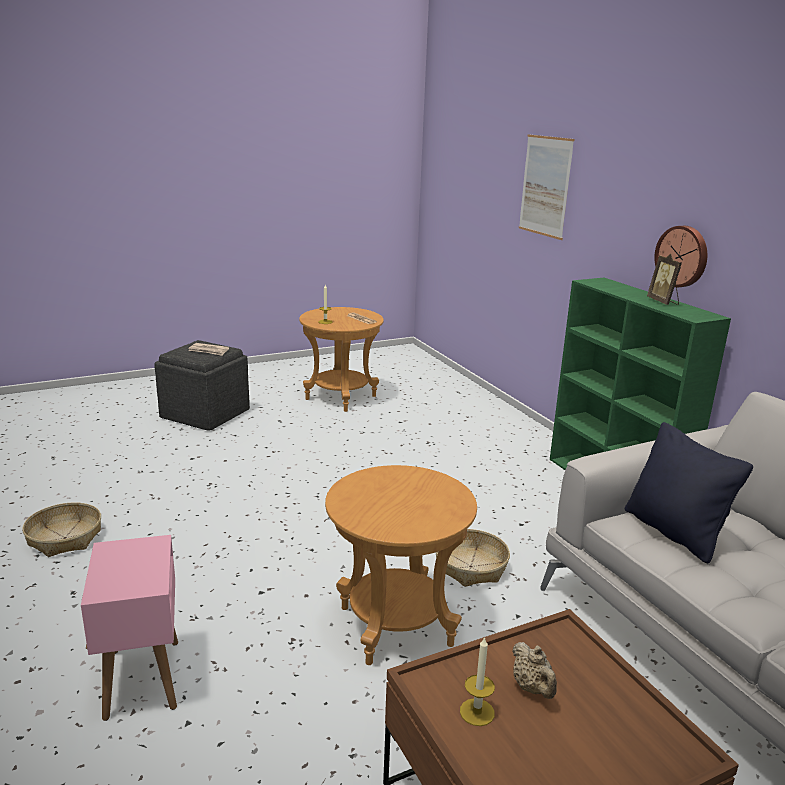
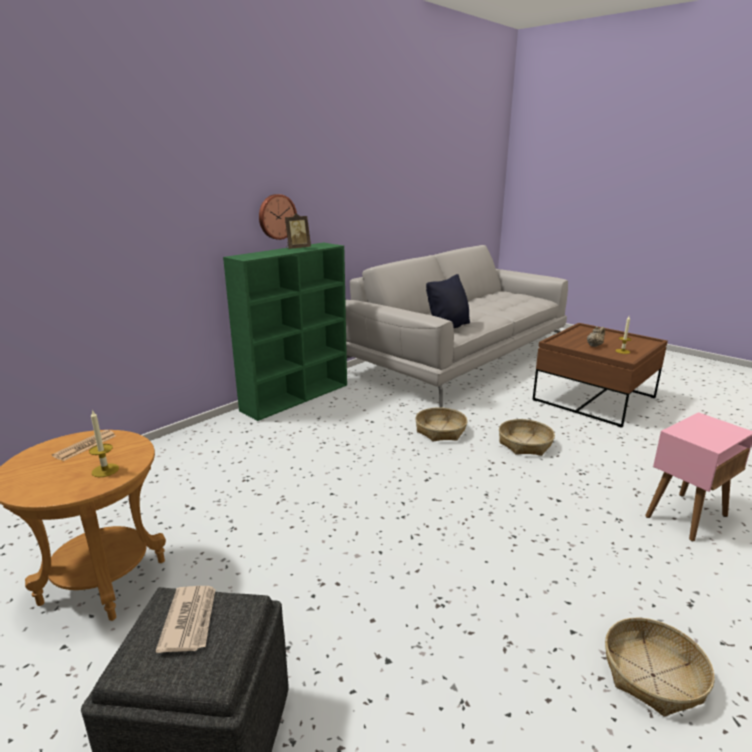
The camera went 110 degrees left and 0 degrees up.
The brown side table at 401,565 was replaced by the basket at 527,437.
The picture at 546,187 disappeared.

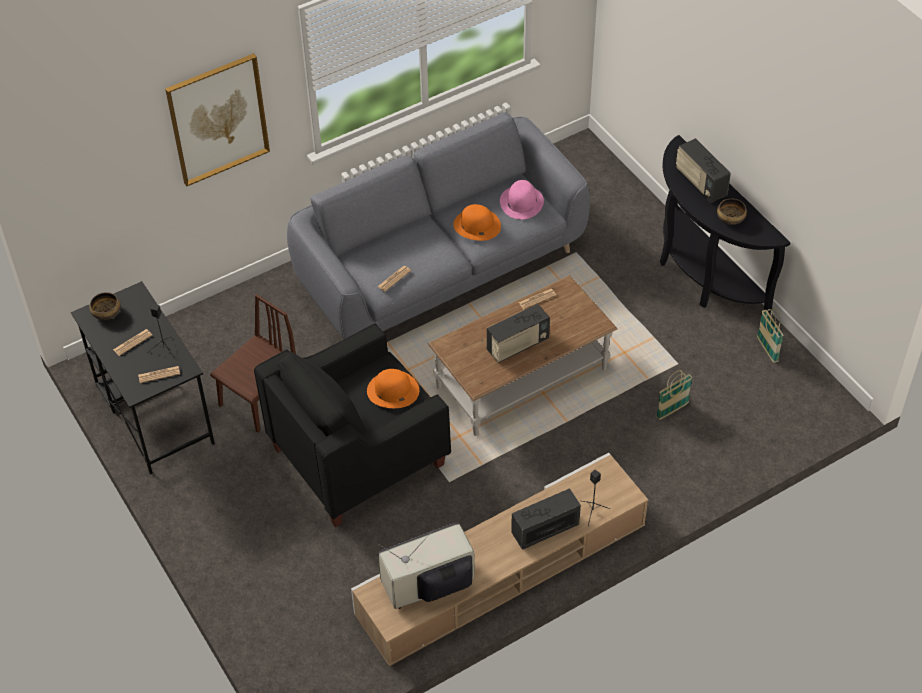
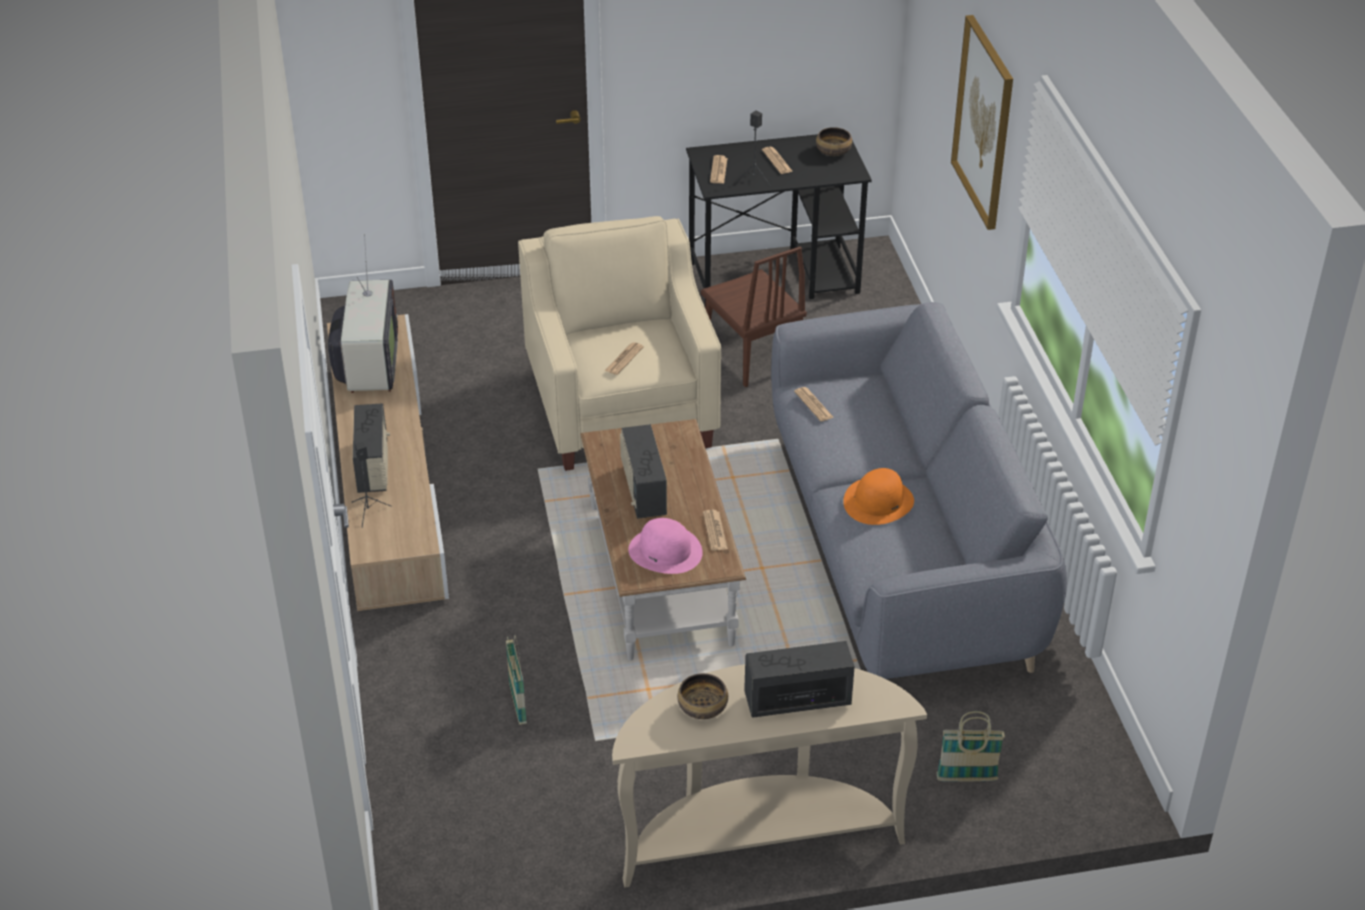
The camera went 110 degrees right and 10 degrees down.
The black armchair at 352,425 became the beige armchair at 619,343.
The orange hat at 393,388 was replaced by the newspaper at 624,358.
The pink hat moved from 522,199 to 665,546.
The black console table at 725,225 became the beige console table at 769,775.
The basket moved from 770,335 to 971,746.

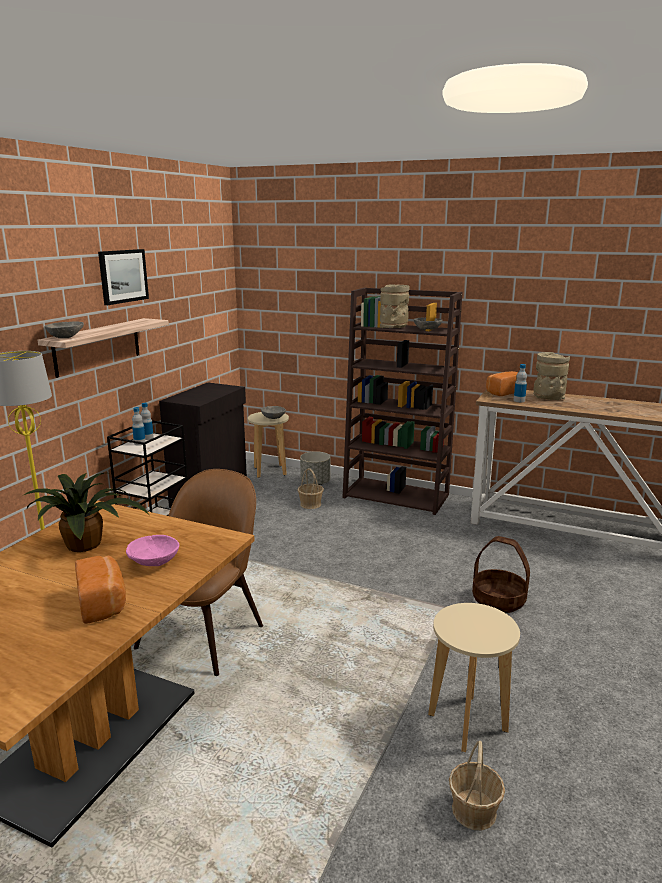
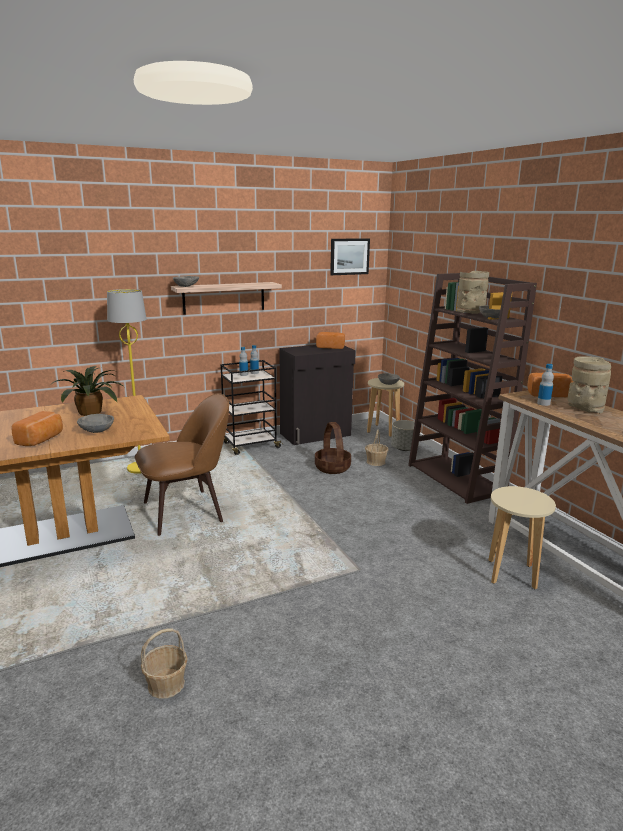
The camera went 40 degrees right and 0 degrees up.
The picture moved from 123,277 to 350,256.
The pink bowl at 152,550 became the grey bowl at 95,423.
The beige stool moved from 474,677 to 522,537.
The basket moved from 501,574 to 333,448.
The bread at 330,340 appeared.

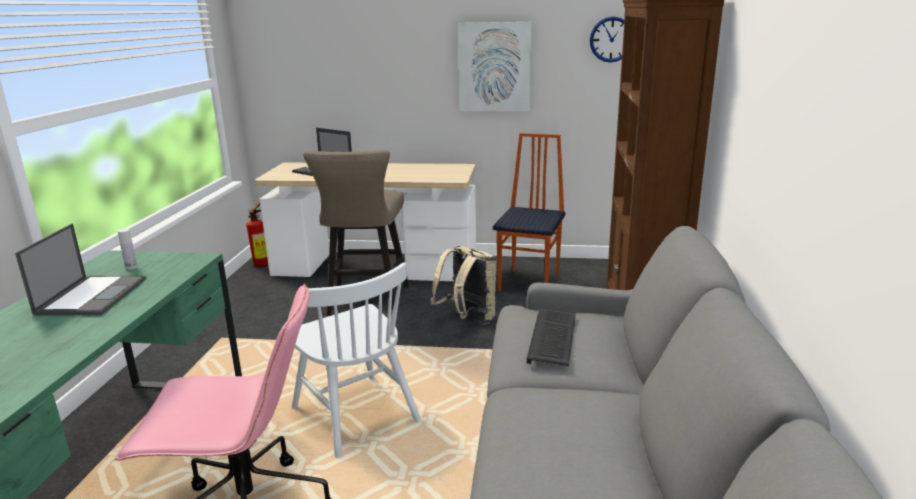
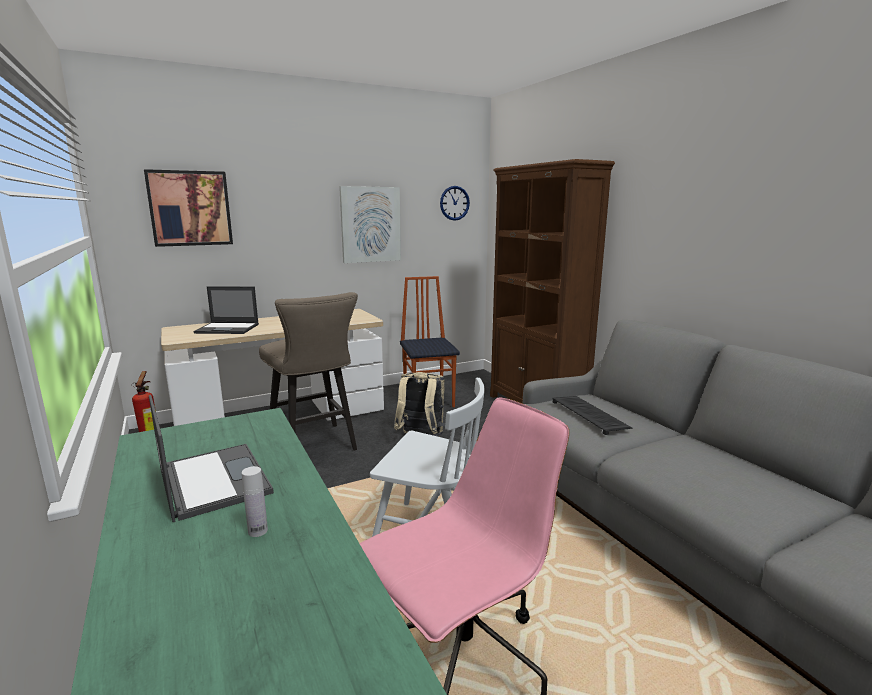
The camera went 35 degrees left and 5 degrees down.
The white bottle moved from 128,249 to 255,501.
The picture at 188,208 appeared.

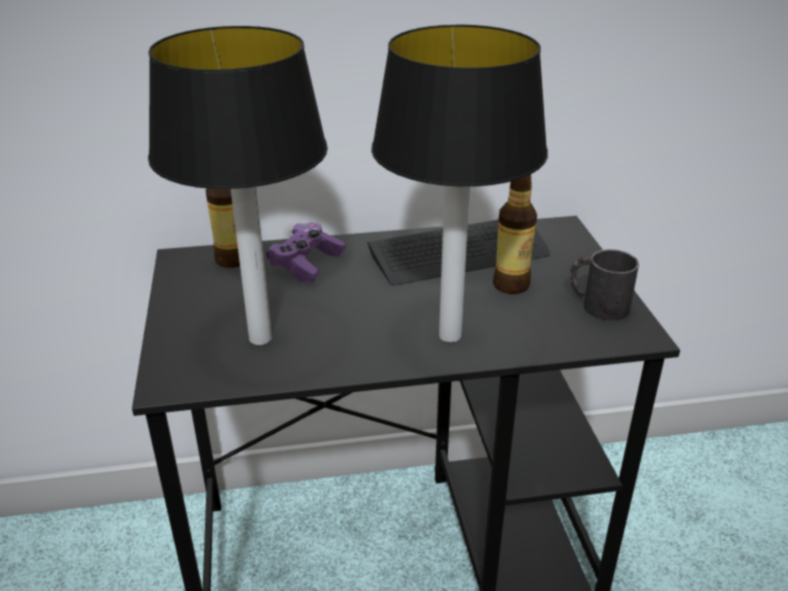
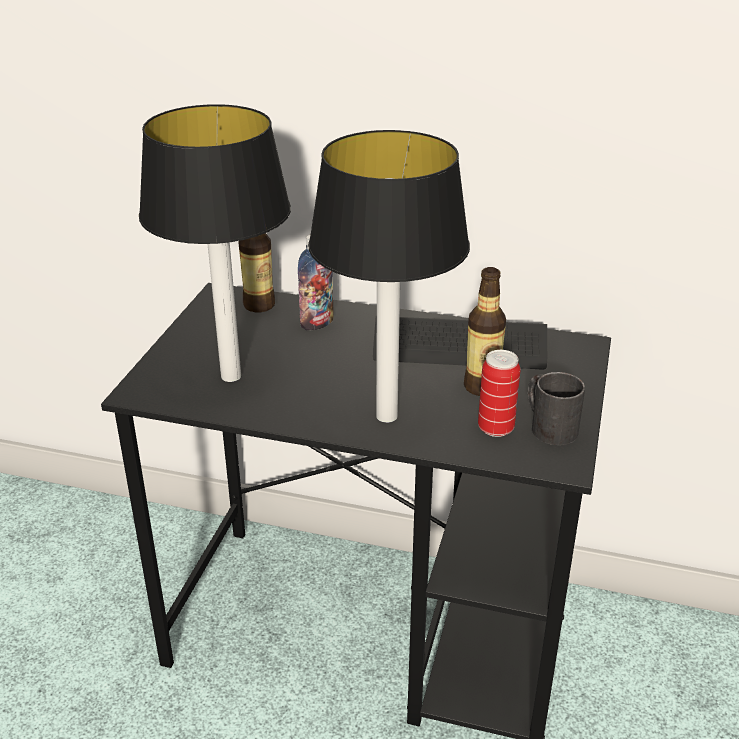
The camera went 25 degrees right and 0 degrees up.
The purple game controller at 306,253 was replaced by the bottle at 315,282.
The can at 499,393 appeared.

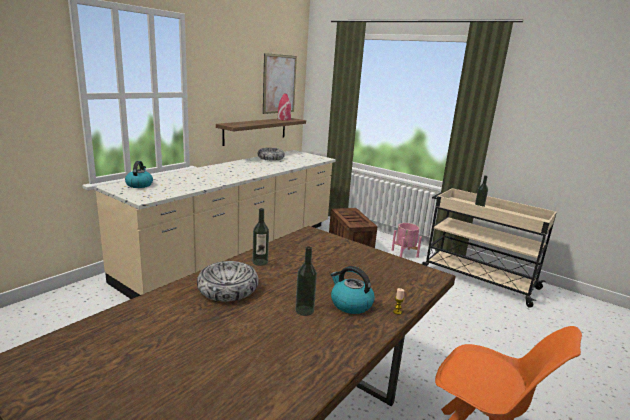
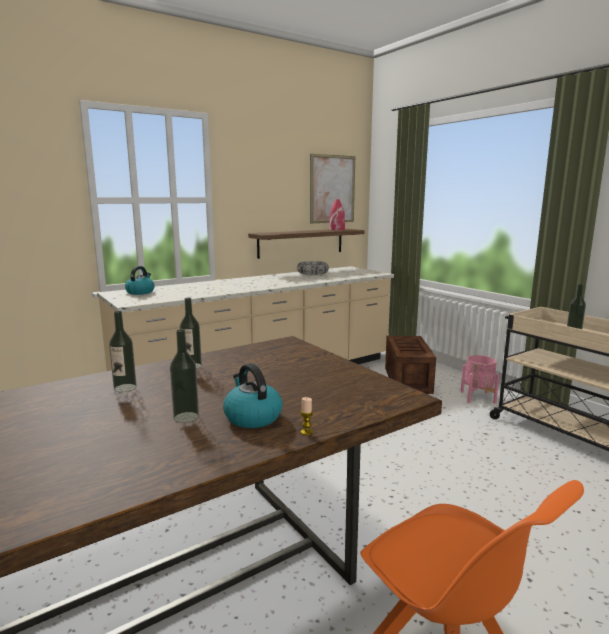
The camera went 20 degrees right and 5 degrees down.
The bowl at 228,281 was replaced by the bottle at 123,351.

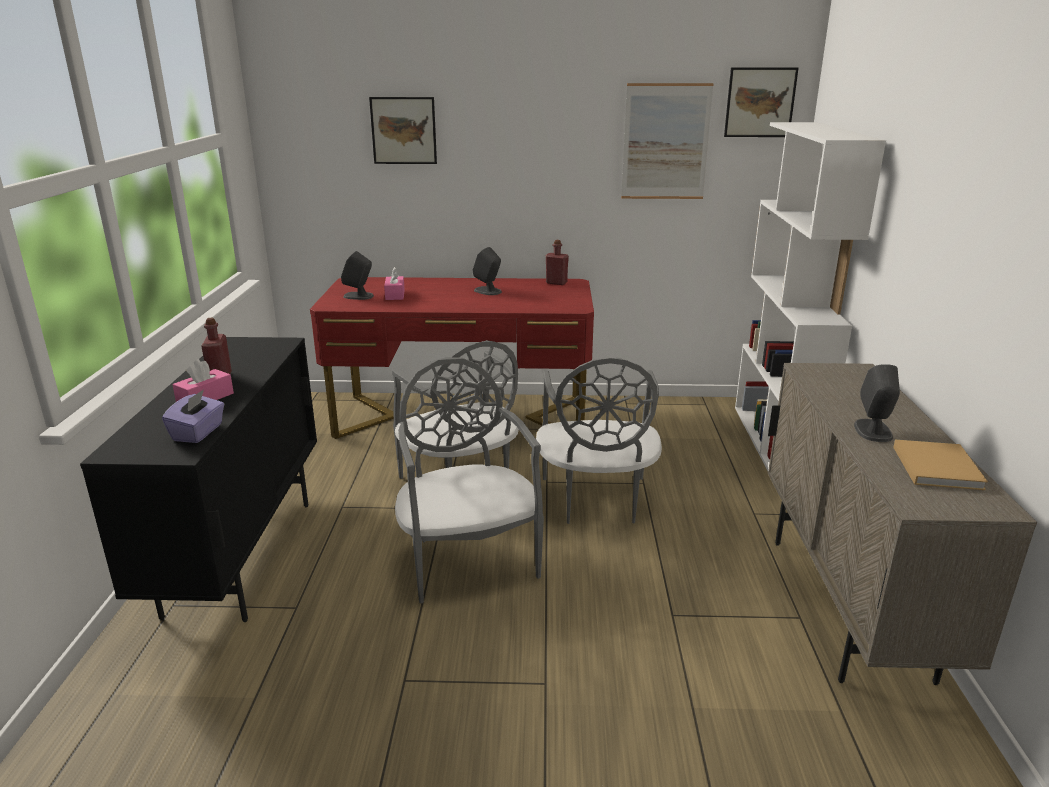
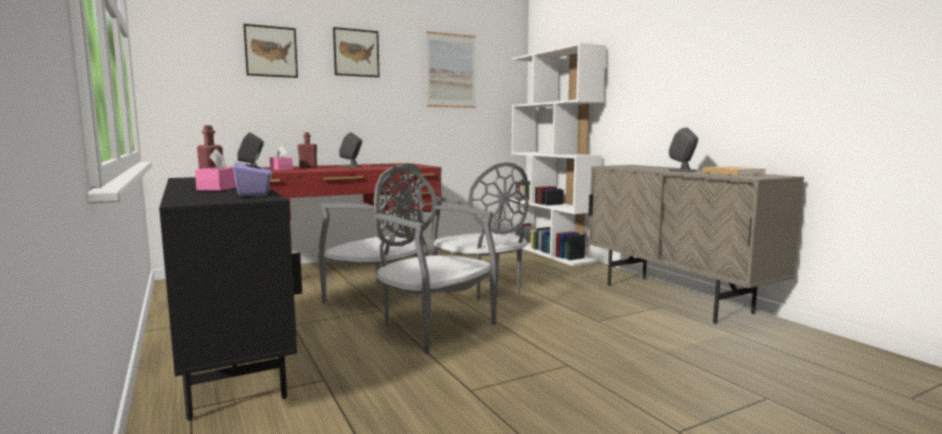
The camera went 30 degrees left and 15 degrees down.
The red bottle moved from 557,262 to 307,150.
The picture moved from 761,102 to 356,52.

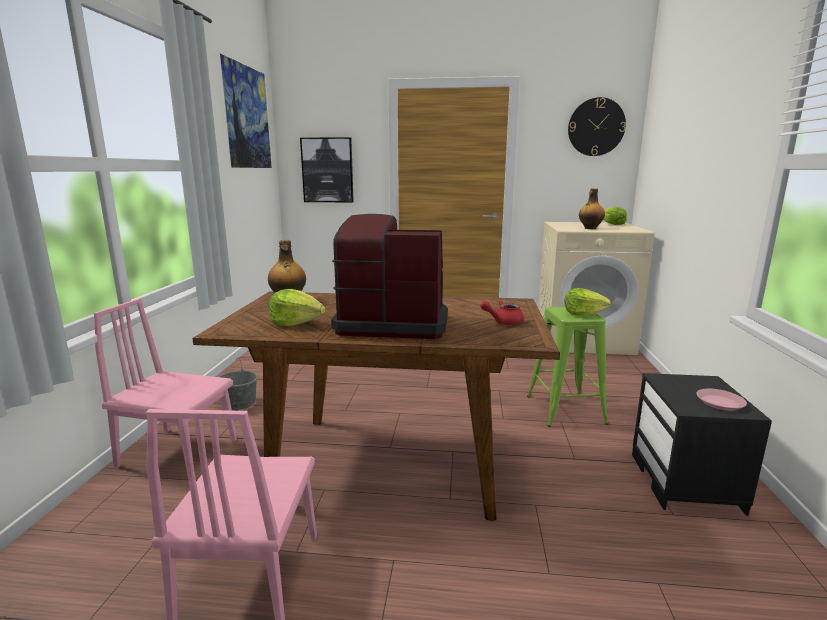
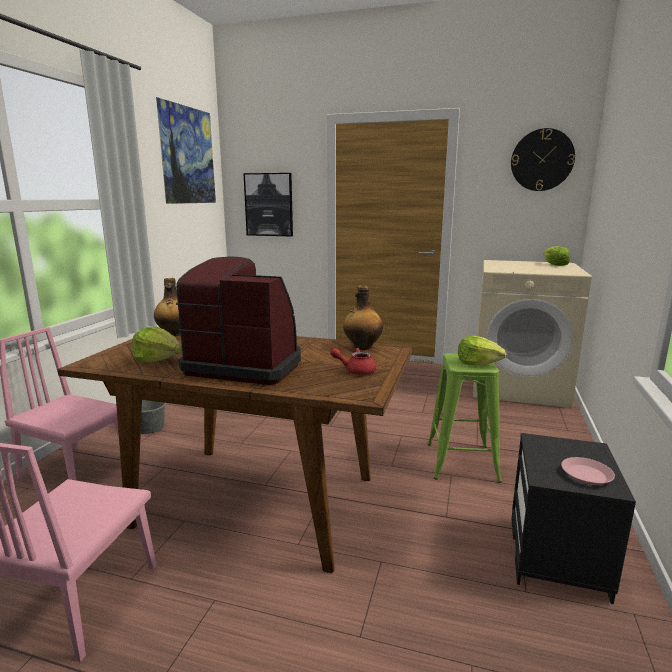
The camera went 10 degrees right and 0 degrees up.
The bottle moved from 592,208 to 363,317.

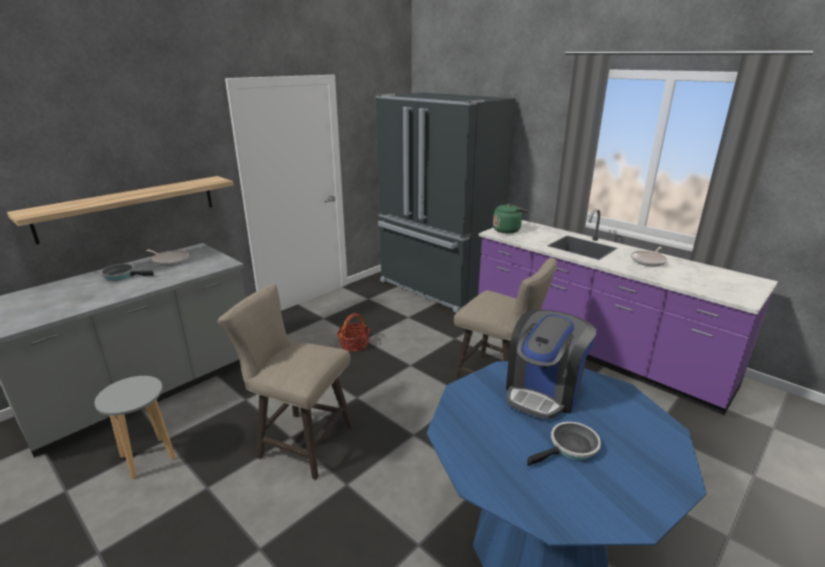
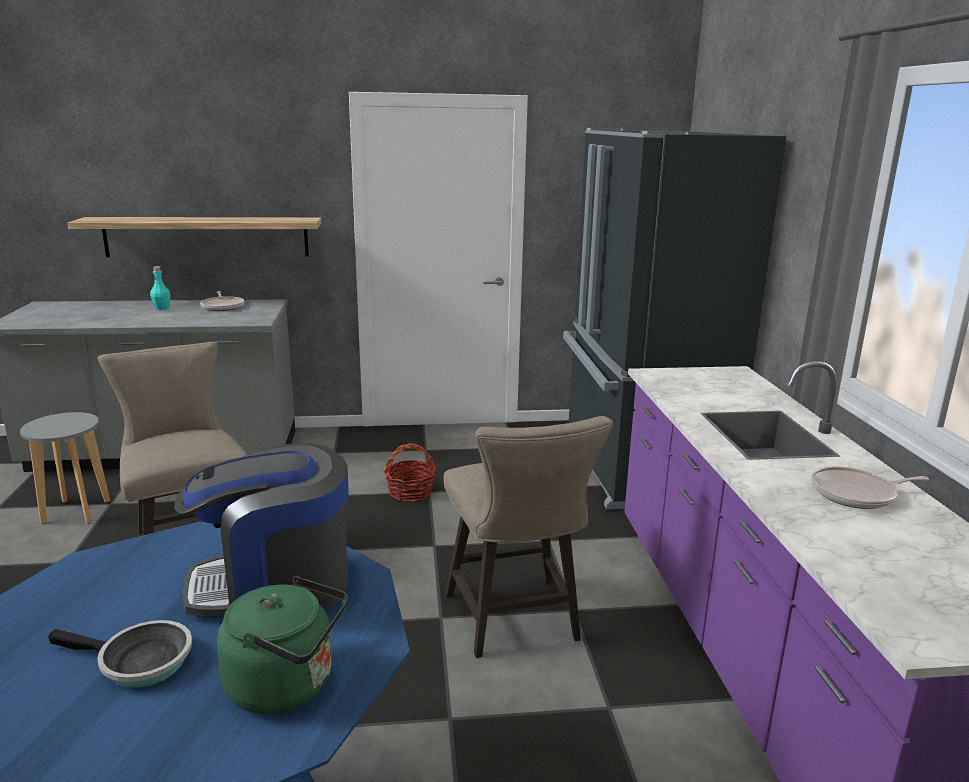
The camera went 40 degrees right and 5 degrees down.
The frying pan at 127,272 was replaced by the turquoise bottle at 160,288.
The green kettle moved from 510,218 to 282,645.

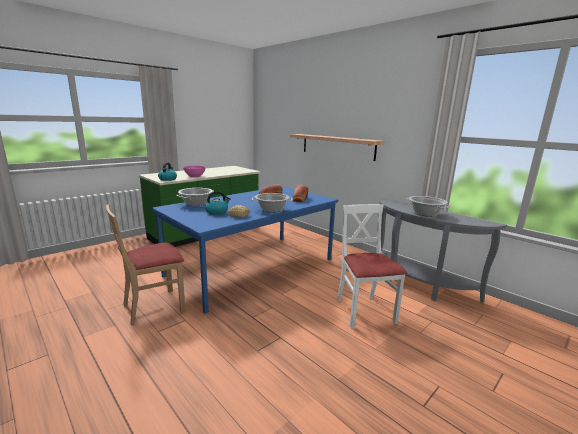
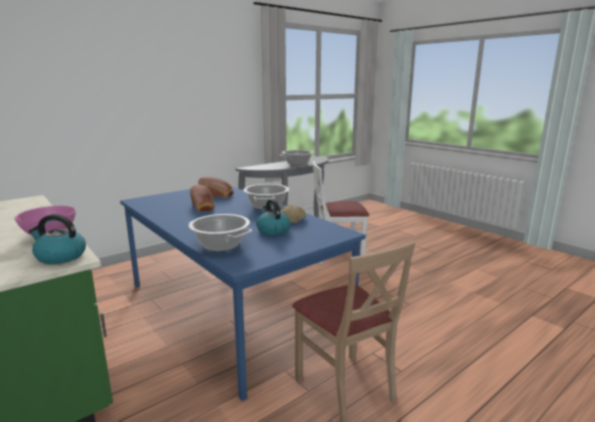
The camera went 85 degrees left and 0 degrees up.
The shelf at 337,147 disappeared.

